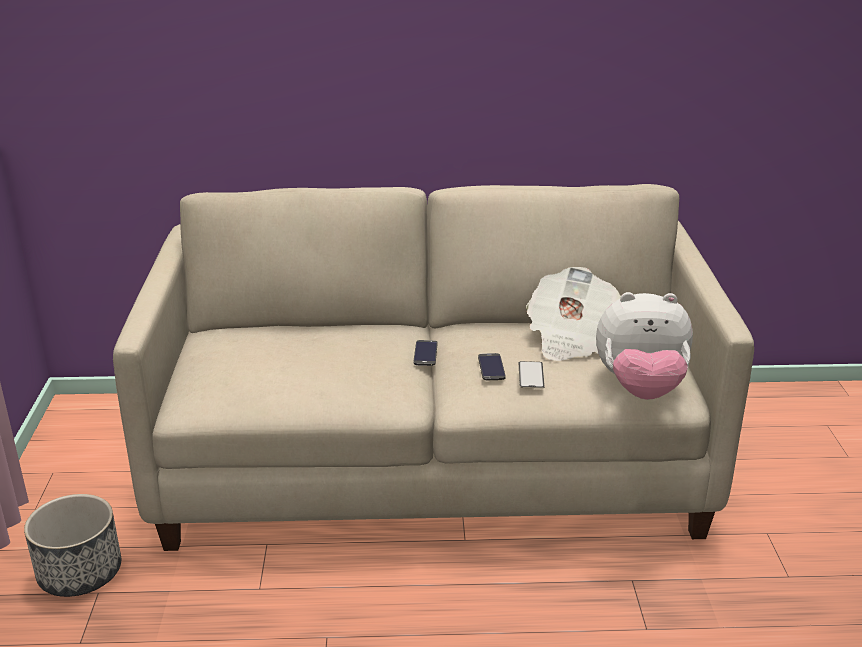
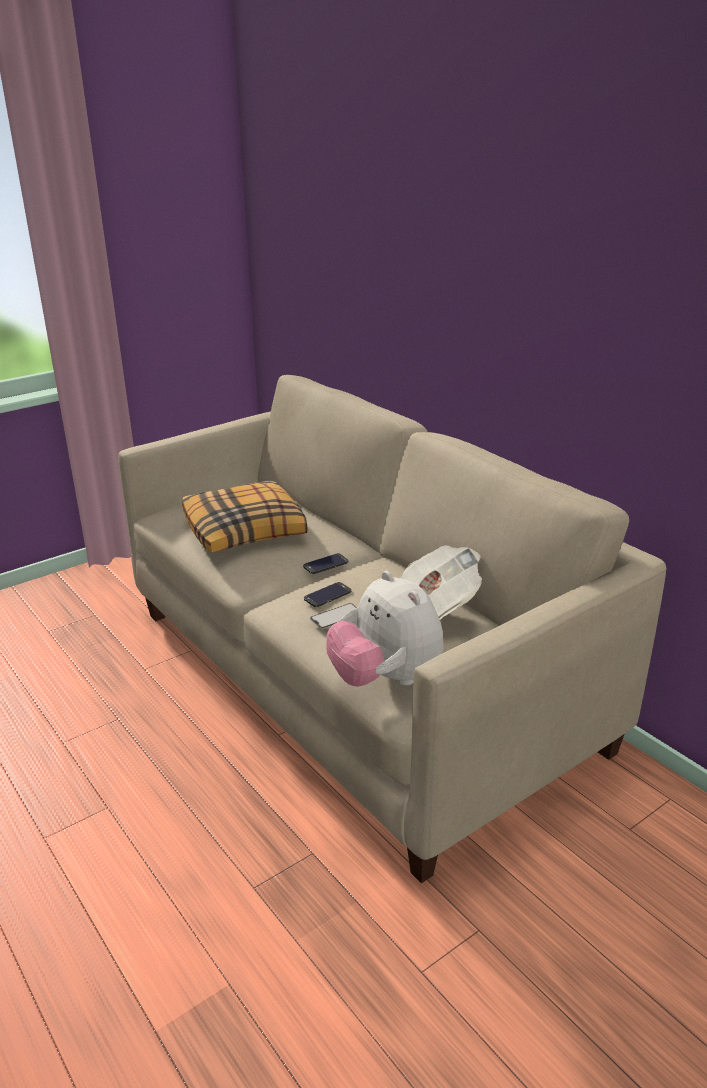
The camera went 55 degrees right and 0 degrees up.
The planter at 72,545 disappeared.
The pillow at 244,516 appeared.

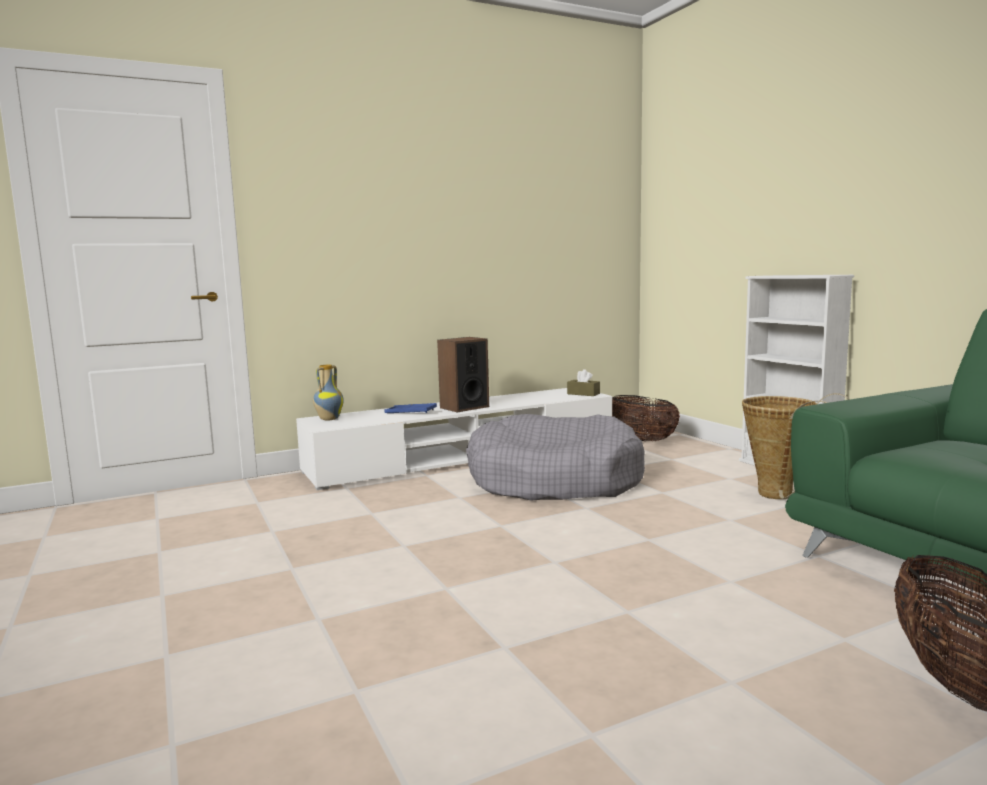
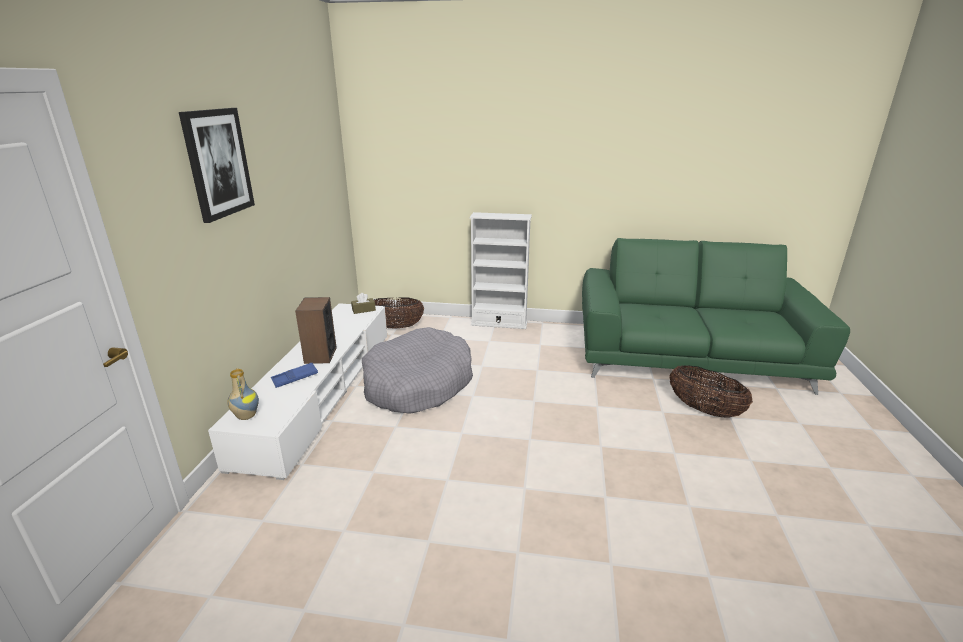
The camera went 55 degrees left and 15 degrees up.
The basket at 796,446 disappeared.
The picture at 217,165 appeared.

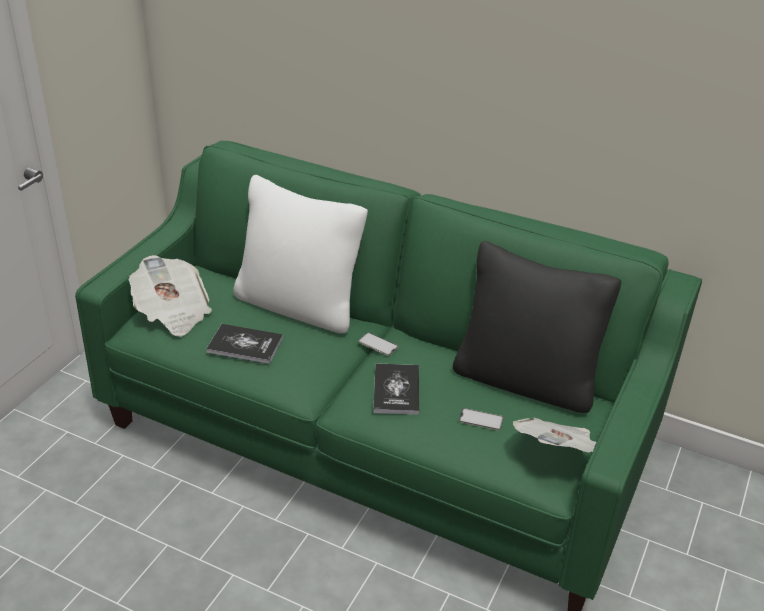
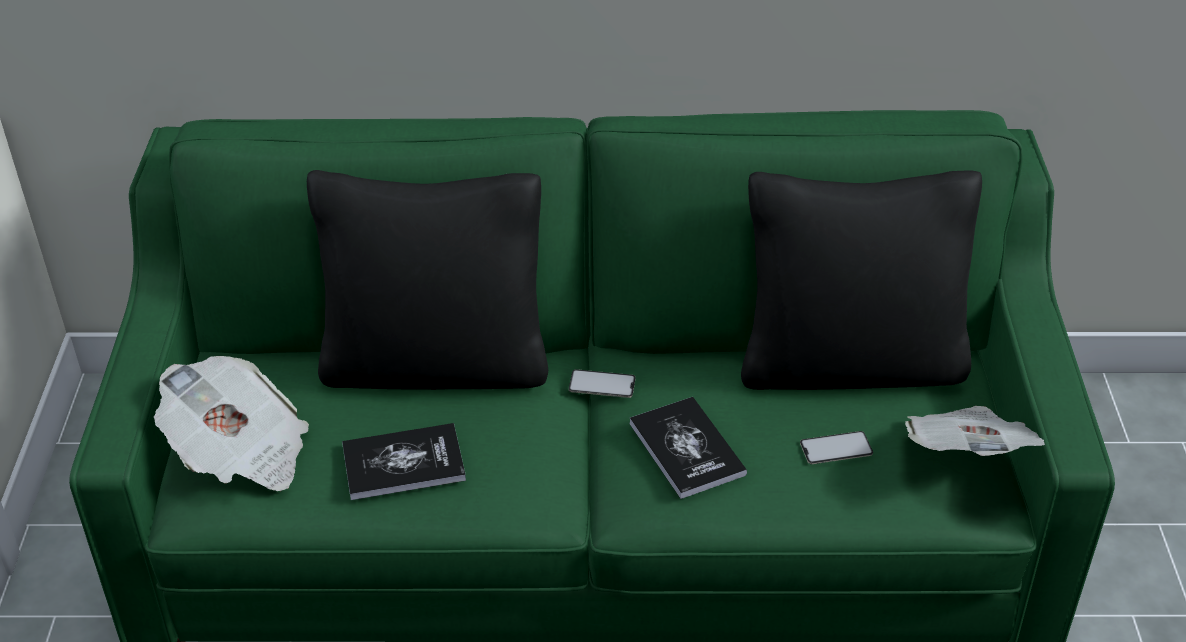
The camera went 25 degrees left and 5 degrees up.
The white pillow at 300,254 became the black pillow at 427,280.

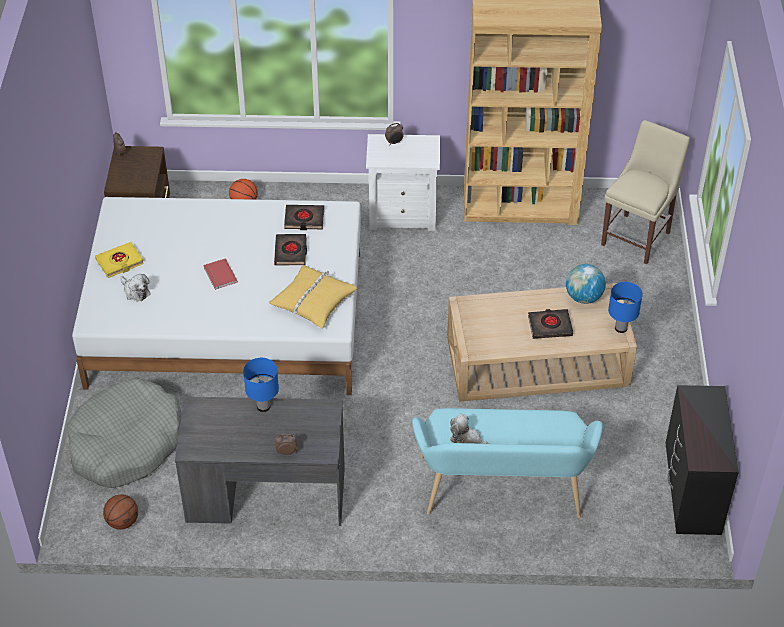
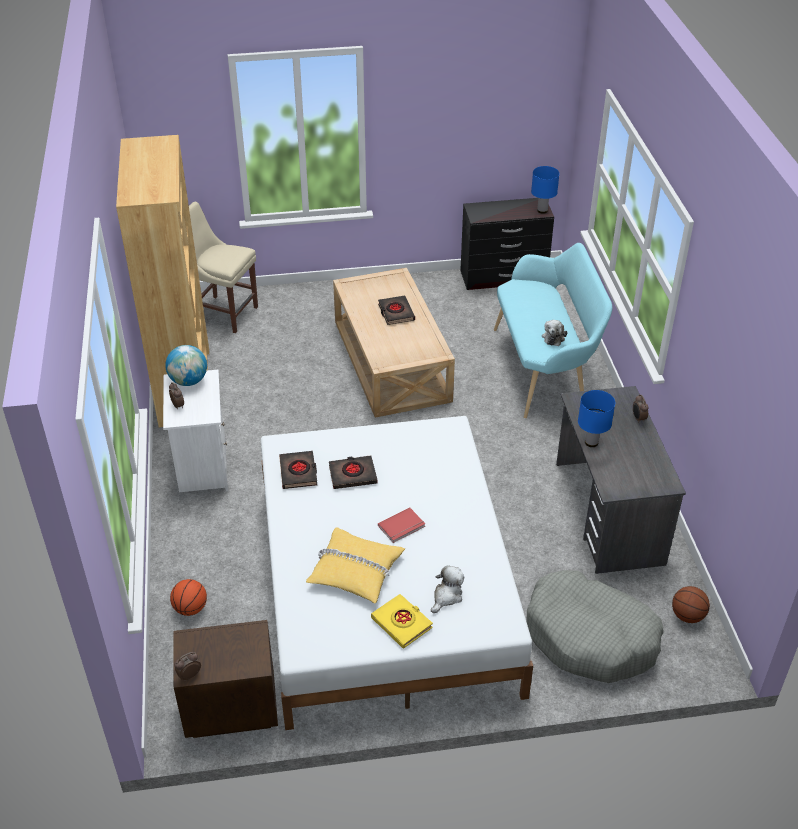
The camera went 100 degrees left and 5 degrees down.
The yellow pillow moved from 313,296 to 355,566.
The globe moved from 586,284 to 186,365.
The blue table lamp moved from 625,307 to 545,190.

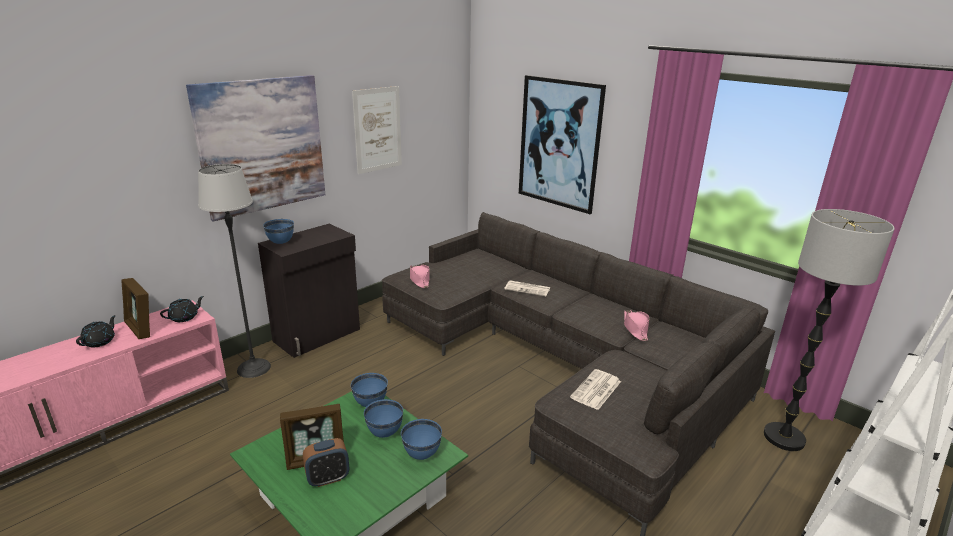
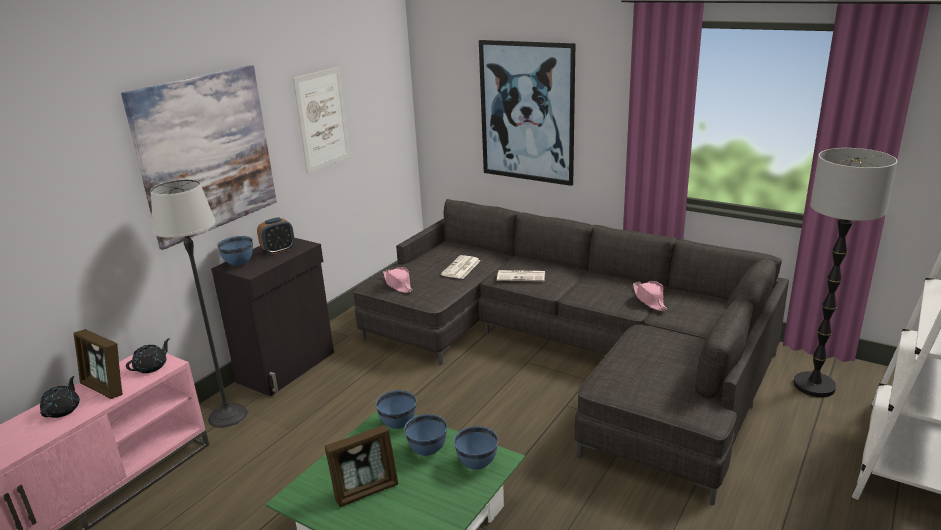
The camera went 10 degrees left and 0 degrees up.
The alarm clock moved from 326,462 to 276,236.
The newspaper moved from 595,389 to 461,267.

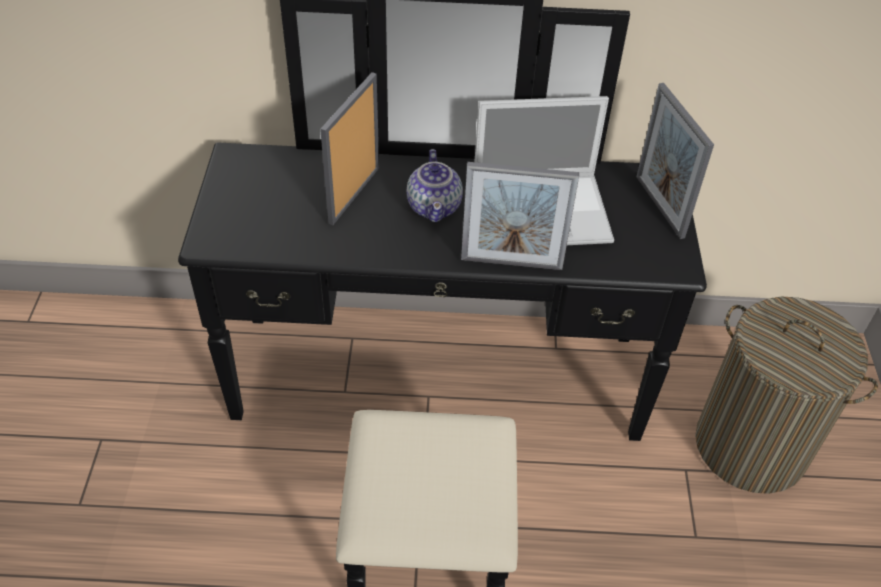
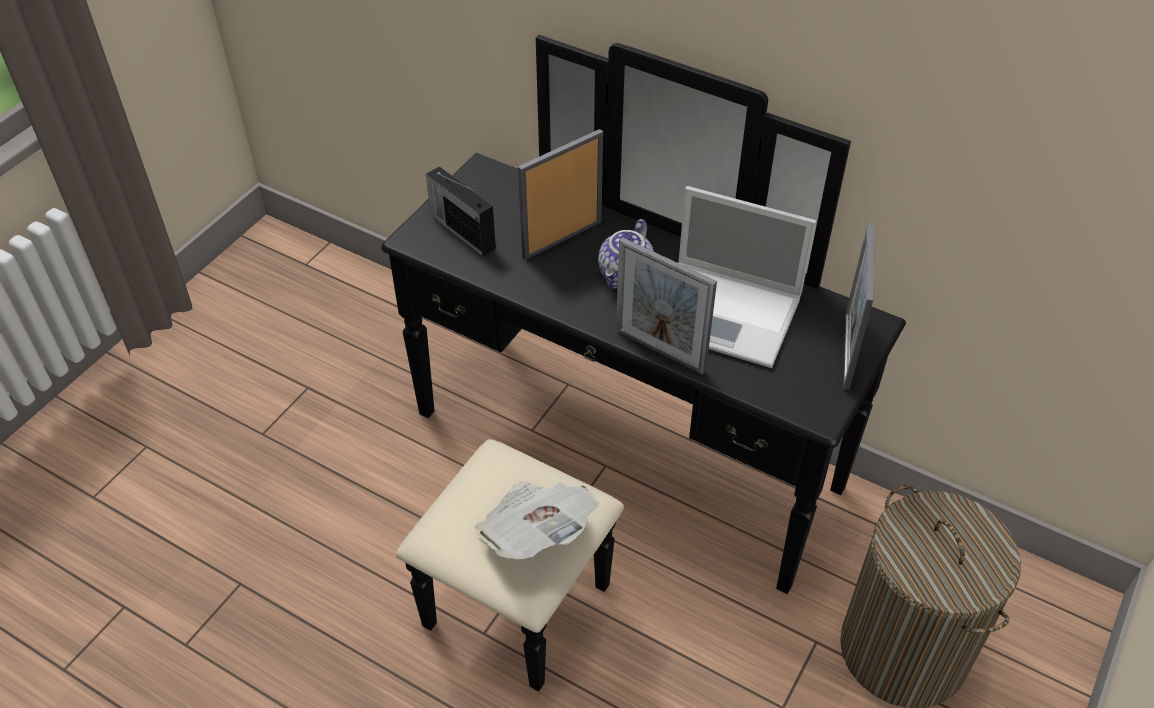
The camera went 30 degrees right and 0 degrees up.
The radio at 461,211 appeared.
The newspaper at 537,520 appeared.

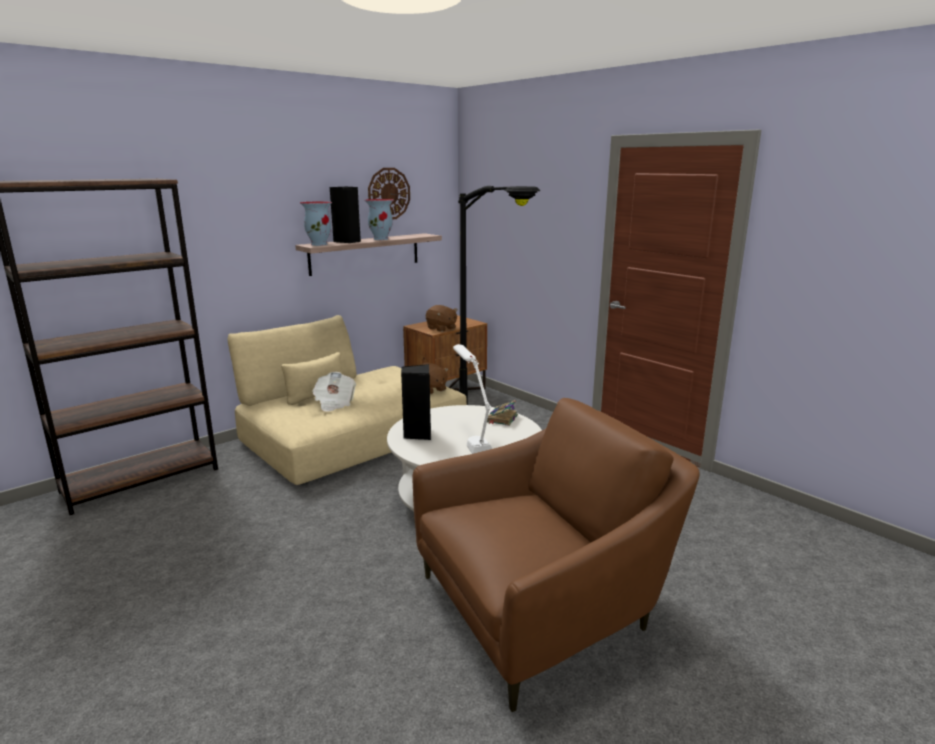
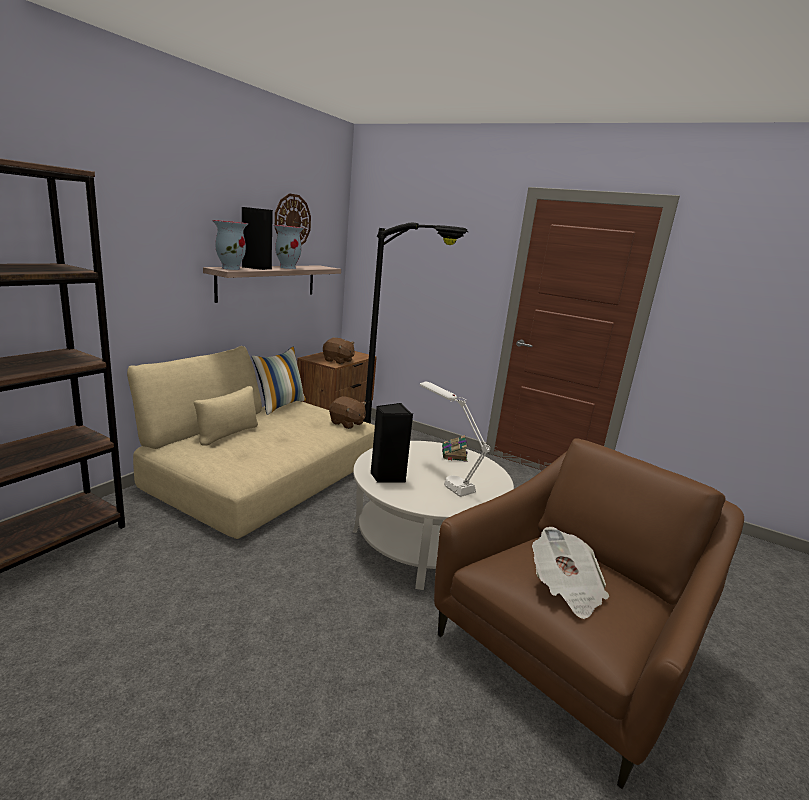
The camera went 20 degrees left and 0 degrees up.
The newspaper moved from 334,392 to 570,573.
The pillow at 279,380 appeared.

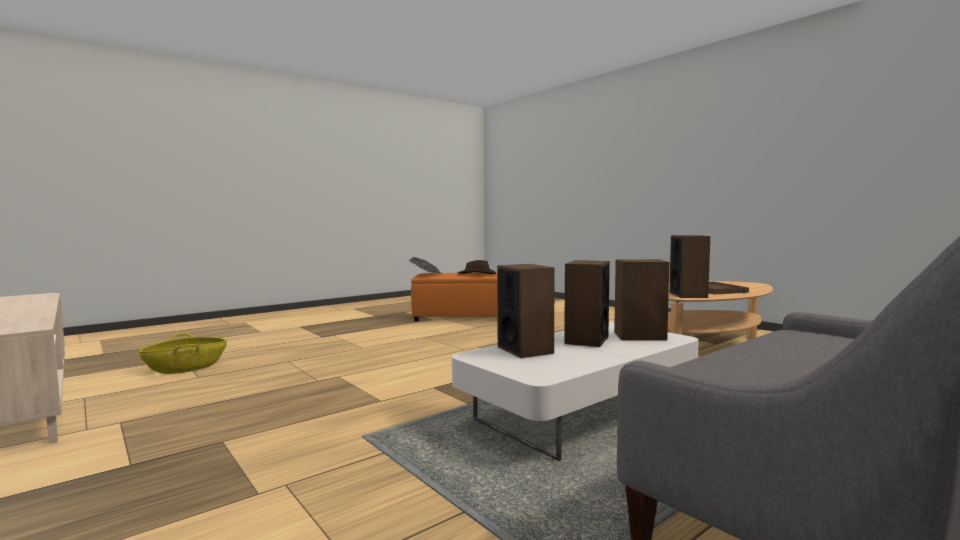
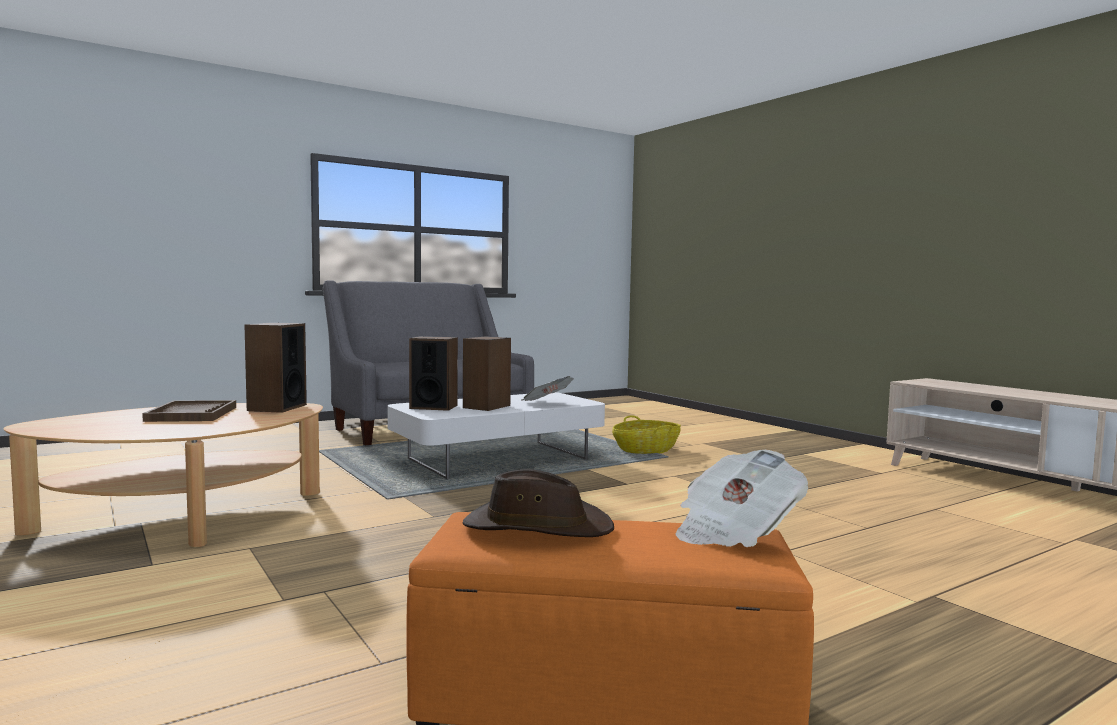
The camera went 175 degrees left and 0 degrees up.
The basket moved from 183,353 to 646,434.
The speaker at 526,311 was replaced by the newspaper at 547,388.

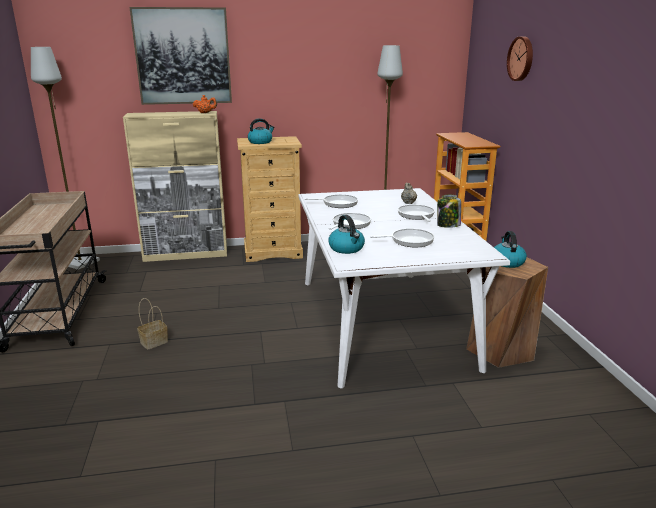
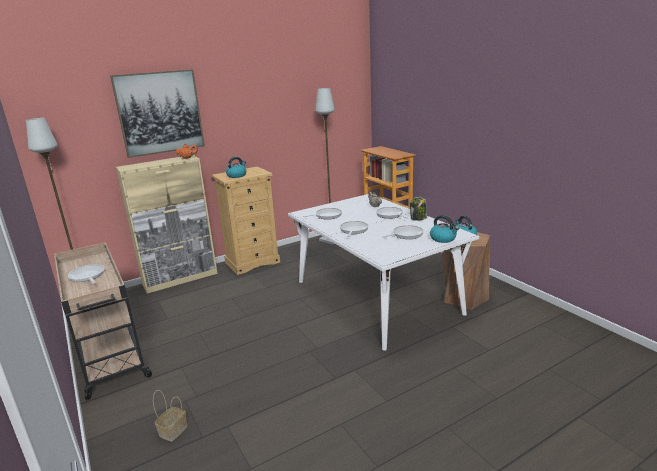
The camera went 20 degrees left and 0 degrees up.
The basket moved from 152,324 to 170,416.
The kettle moved from 346,234 to 444,229.
The wall clock at 520,58 disappeared.
The frying pan at 86,274 appeared.

